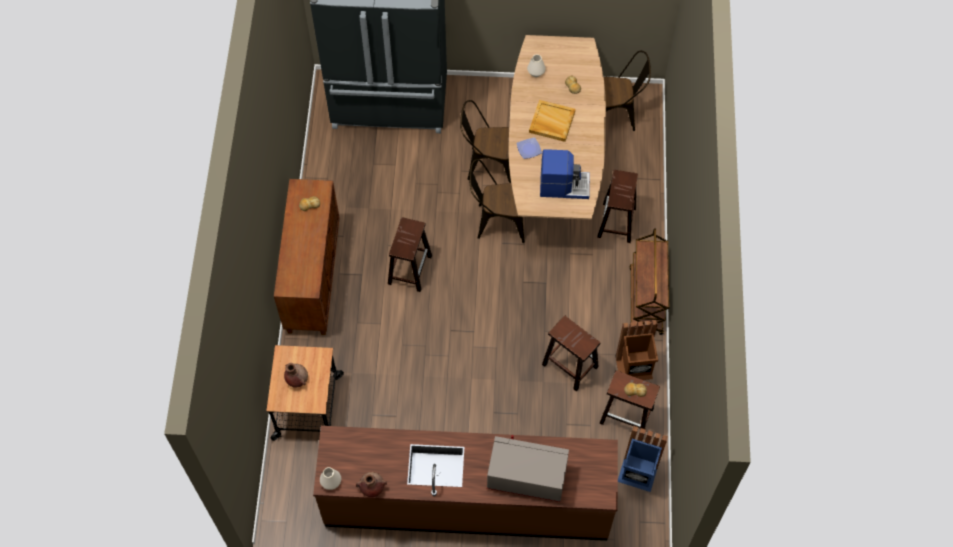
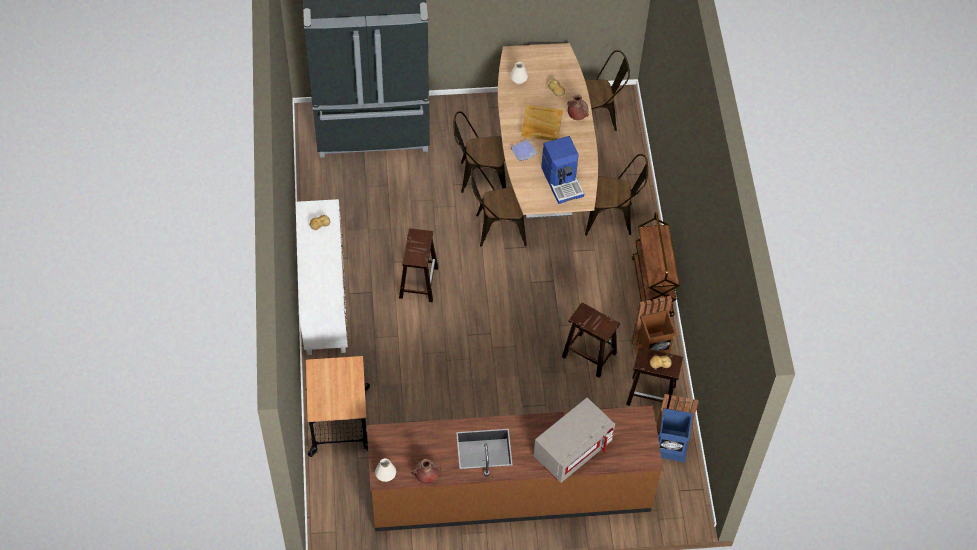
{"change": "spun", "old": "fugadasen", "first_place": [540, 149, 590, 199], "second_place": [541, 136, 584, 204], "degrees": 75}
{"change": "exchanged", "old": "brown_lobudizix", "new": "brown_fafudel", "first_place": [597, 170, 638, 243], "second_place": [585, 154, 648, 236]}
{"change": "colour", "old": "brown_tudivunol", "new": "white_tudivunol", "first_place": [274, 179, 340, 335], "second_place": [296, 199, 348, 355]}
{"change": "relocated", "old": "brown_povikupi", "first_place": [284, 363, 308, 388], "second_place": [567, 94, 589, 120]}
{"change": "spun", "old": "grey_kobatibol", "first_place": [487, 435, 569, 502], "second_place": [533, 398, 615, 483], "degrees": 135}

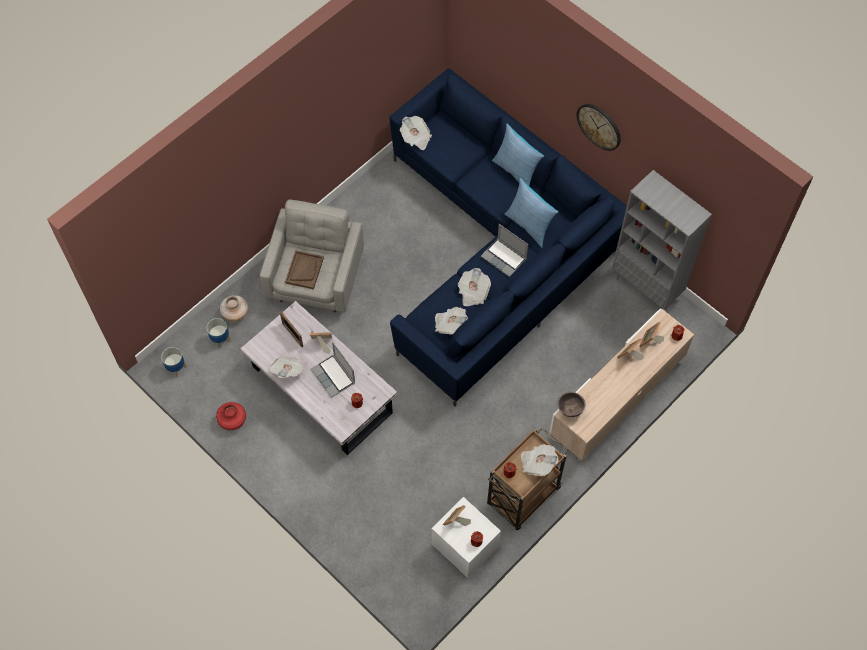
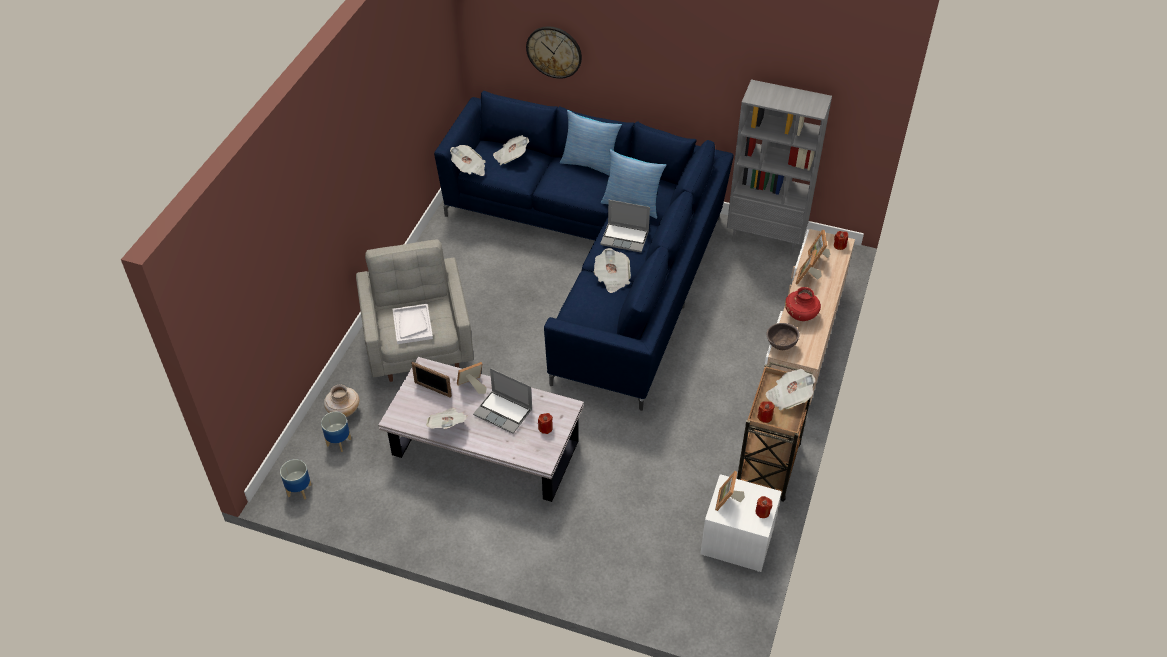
{"change": "relocated", "old": "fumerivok", "first_place": [577, 104, 621, 151], "second_place": [526, 26, 582, 79]}
{"change": "colour", "old": "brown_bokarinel", "new": "white_bokarinel", "first_place": [285, 250, 324, 289], "second_place": [393, 304, 433, 344]}
{"change": "relocated", "old": "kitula", "first_place": [435, 307, 468, 335], "second_place": [493, 135, 529, 165]}
{"change": "relocated", "old": "red_povikupi", "first_place": [216, 402, 246, 430], "second_place": [785, 287, 821, 321]}

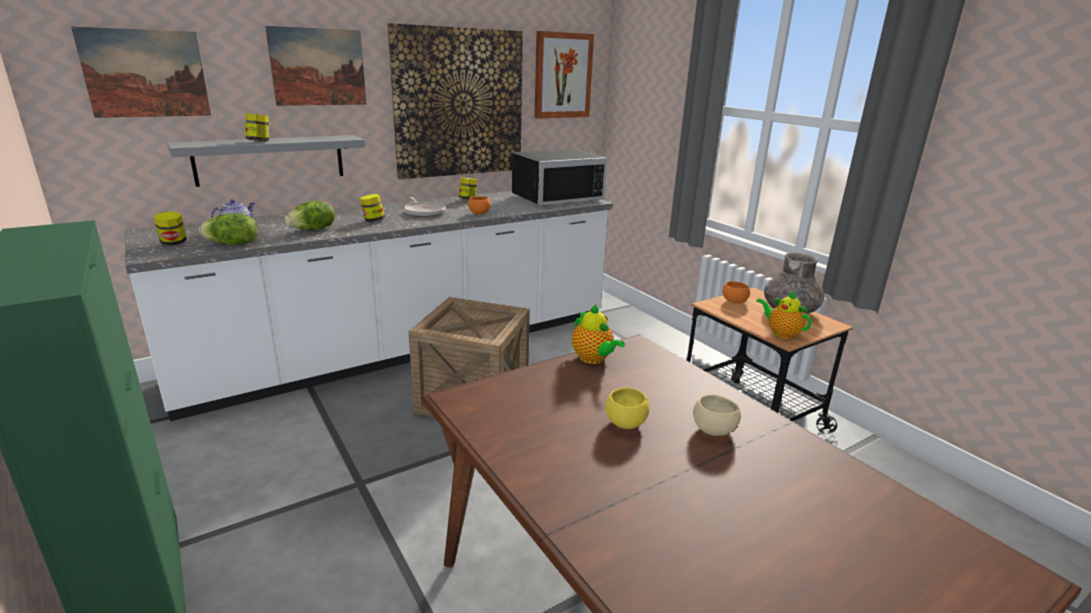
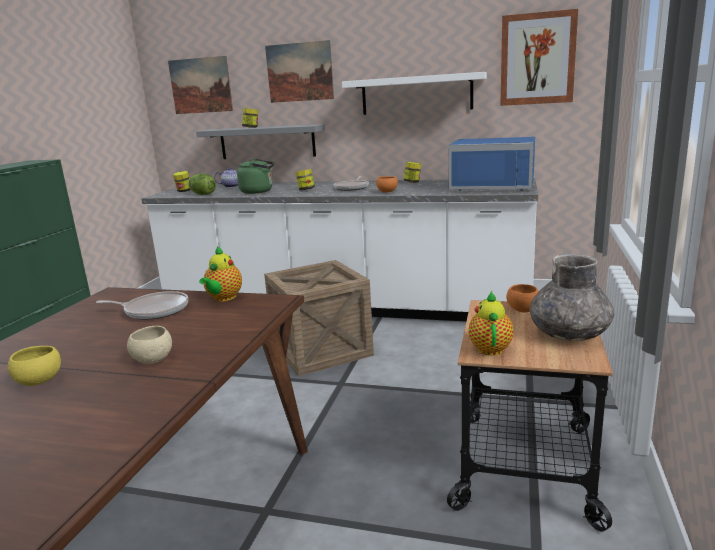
{"change": "exchanged", "old": "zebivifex", "new": "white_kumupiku", "first_place": [387, 23, 523, 179], "second_place": [342, 72, 487, 115]}
{"change": "colour", "old": "black_kobatibol", "new": "blue_kobatibol", "first_place": [512, 149, 607, 206], "second_place": [448, 137, 535, 191]}
{"change": "exchanged", "old": "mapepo", "new": "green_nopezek", "first_place": [285, 201, 335, 230], "second_place": [237, 159, 274, 194]}
{"change": "relocated", "old": "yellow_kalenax", "first_place": [605, 388, 649, 429], "second_place": [8, 346, 61, 386]}
{"change": "appeared", "new": "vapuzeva", "second_place": [96, 291, 189, 320]}

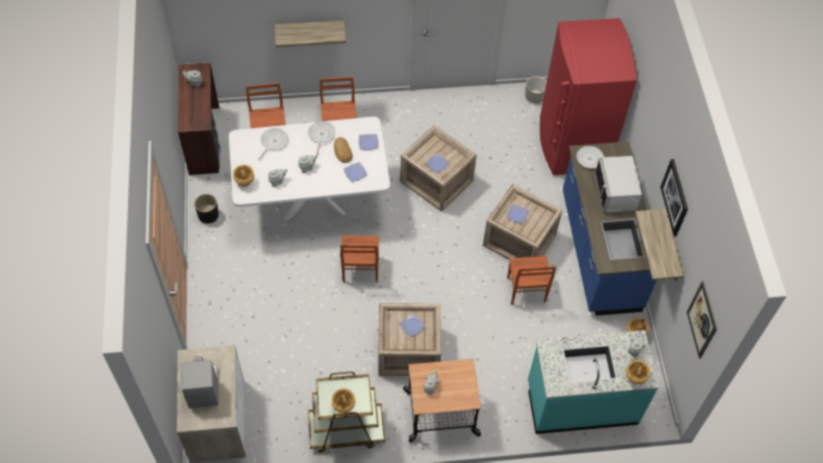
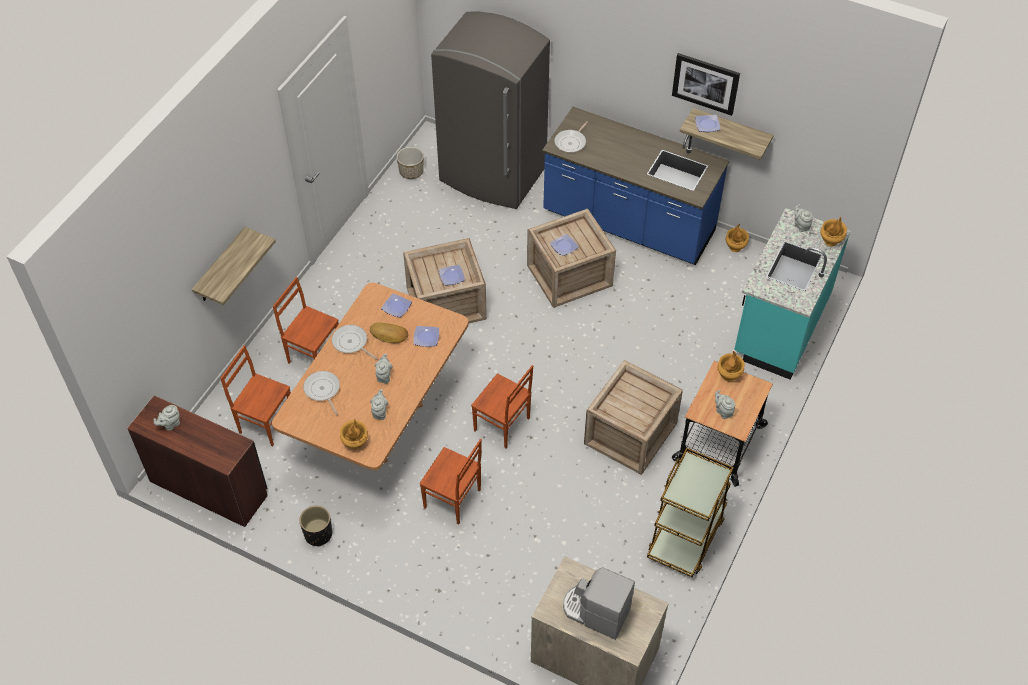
{"change": "colour", "old": "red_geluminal", "new": "grey_geluminal", "first_place": [540, 18, 637, 175], "second_place": [431, 11, 550, 209]}
{"change": "colour", "old": "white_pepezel", "new": "brown_pepezel", "first_place": [229, 117, 390, 221], "second_place": [272, 283, 469, 470]}
{"change": "missing", "old": "grey_kobatibol", "first_place": [595, 156, 642, 213]}
{"change": "relocated", "old": "brown_fafudel", "first_place": [507, 256, 556, 305], "second_place": [419, 439, 482, 524]}
{"change": "missing", "old": "zebivifex", "first_place": [687, 281, 717, 359]}
{"change": "relocated", "old": "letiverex", "first_place": [399, 313, 426, 337], "second_place": [695, 115, 720, 132]}
{"change": "relocated", "old": "brown_povikupi", "first_place": [332, 388, 355, 413], "second_place": [718, 351, 745, 381]}

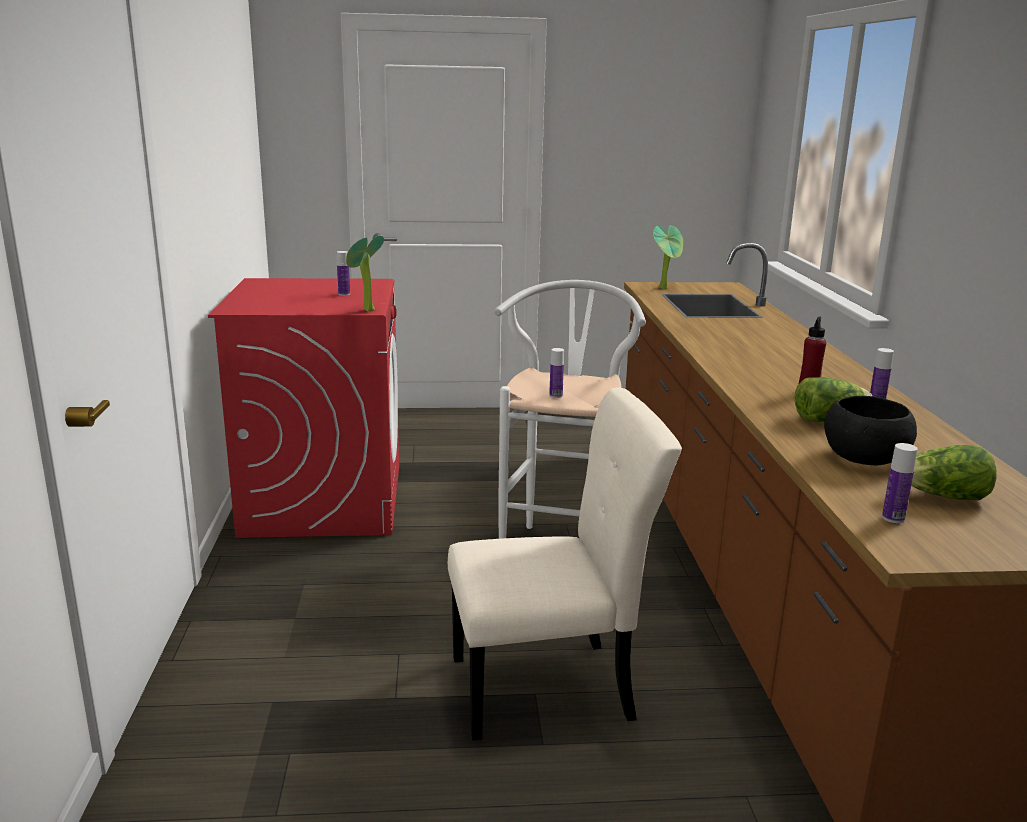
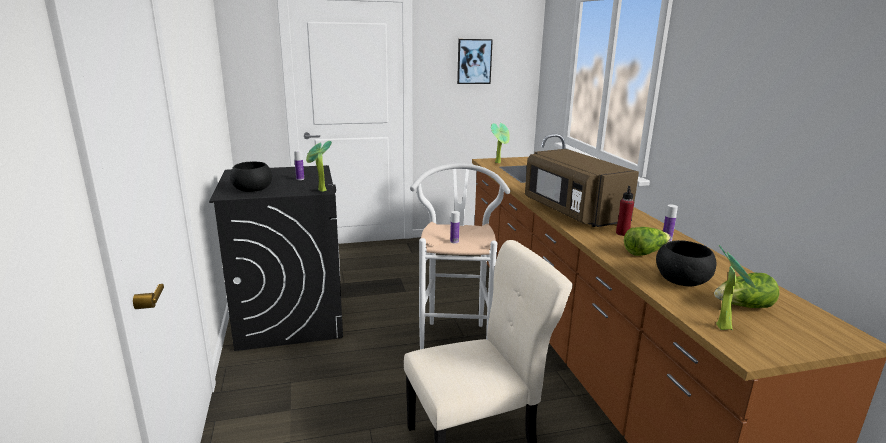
{"change": "colour", "old": "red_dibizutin", "new": "black_dibizutin", "first_place": [208, 278, 399, 538], "second_place": [209, 165, 343, 351]}
{"change": "exchanged", "old": "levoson", "new": "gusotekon", "first_place": [882, 443, 918, 523], "second_place": [716, 245, 756, 330]}
{"change": "appeared", "new": "zebivifex", "second_place": [457, 39, 493, 84]}
{"change": "appeared", "new": "brown_kobatibol", "second_place": [525, 149, 639, 227]}
{"change": "appeared", "new": "black_kalenax", "second_place": [231, 161, 272, 192]}

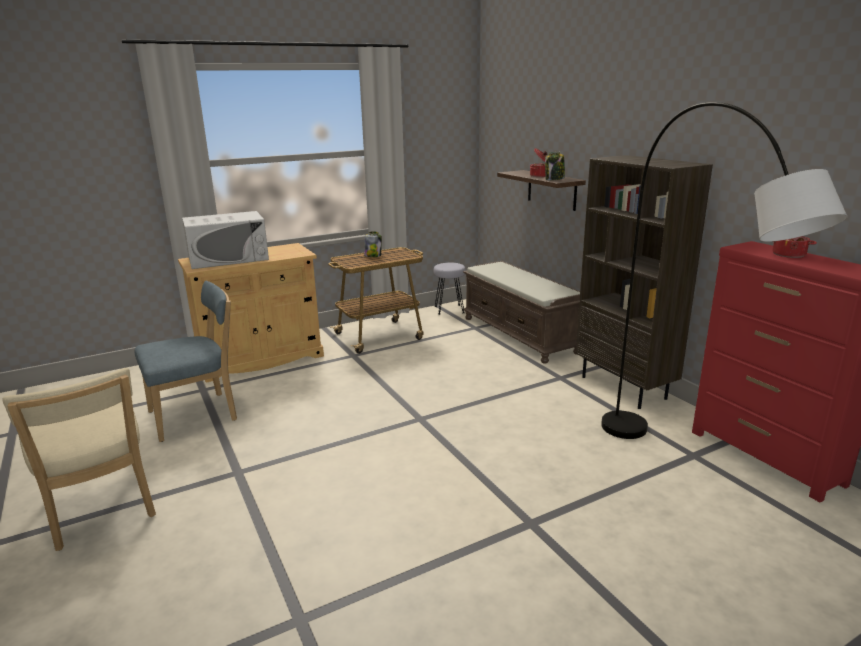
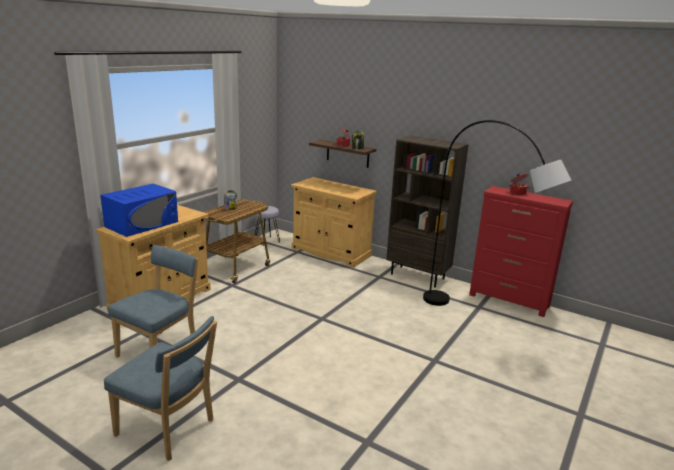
{"change": "colour", "old": "white_kobatibol", "new": "blue_kobatibol", "first_place": [182, 211, 269, 269], "second_place": [100, 184, 178, 237]}
{"change": "exchanged", "old": "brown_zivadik", "new": "beige_tudivunol", "first_place": [463, 261, 580, 364], "second_place": [291, 177, 377, 268]}
{"change": "colour", "old": "beige_fafudel", "new": "blue_fafudel", "first_place": [3, 368, 156, 551], "second_place": [104, 316, 217, 461]}

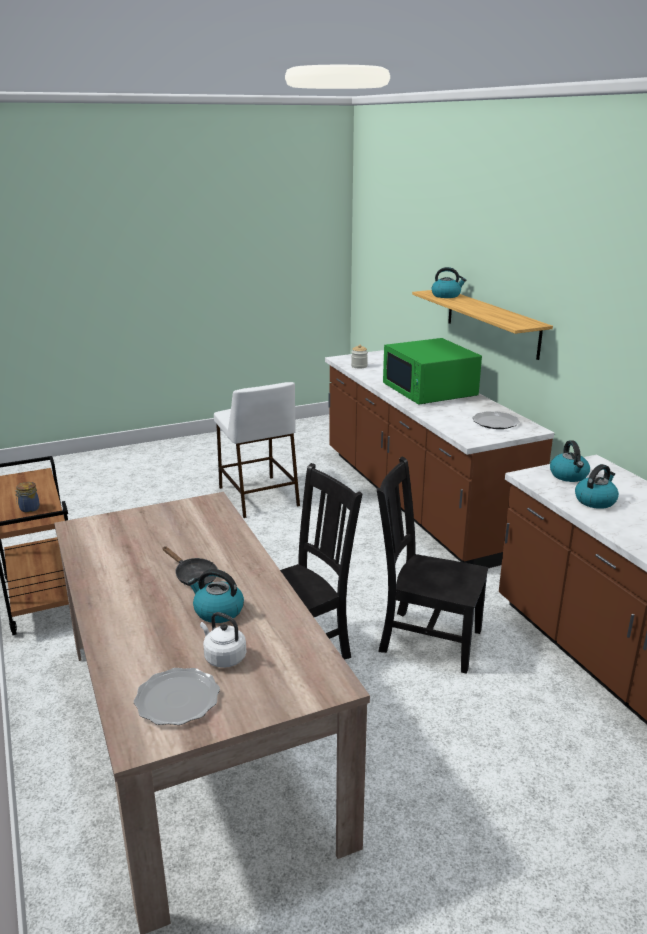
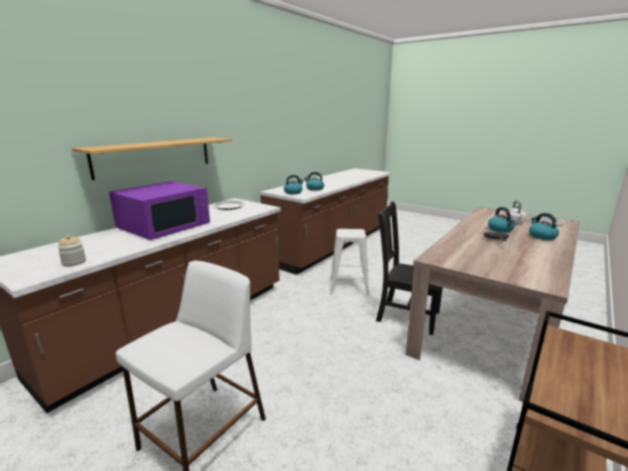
{"change": "relocated", "old": "nopezek", "first_place": [432, 267, 466, 298], "second_place": [529, 213, 559, 240]}
{"change": "colour", "old": "green_kobatibol", "new": "purple_kobatibol", "first_place": [383, 338, 482, 405], "second_place": [109, 181, 210, 240]}
{"change": "exchanged", "old": "black_fafudel", "new": "white_lobudizix", "first_place": [377, 456, 488, 674], "second_place": [330, 229, 369, 295]}
{"change": "missing", "old": "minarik", "first_place": [15, 482, 40, 512]}

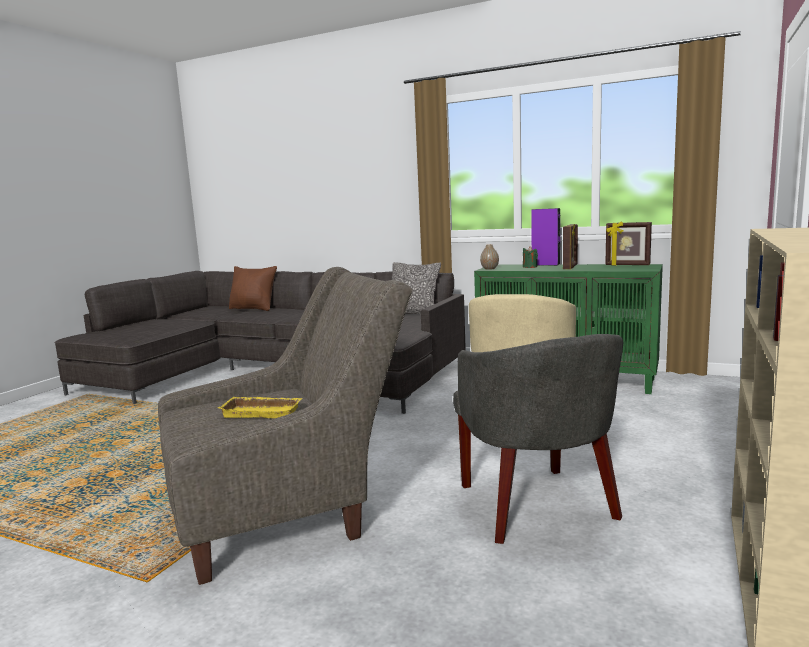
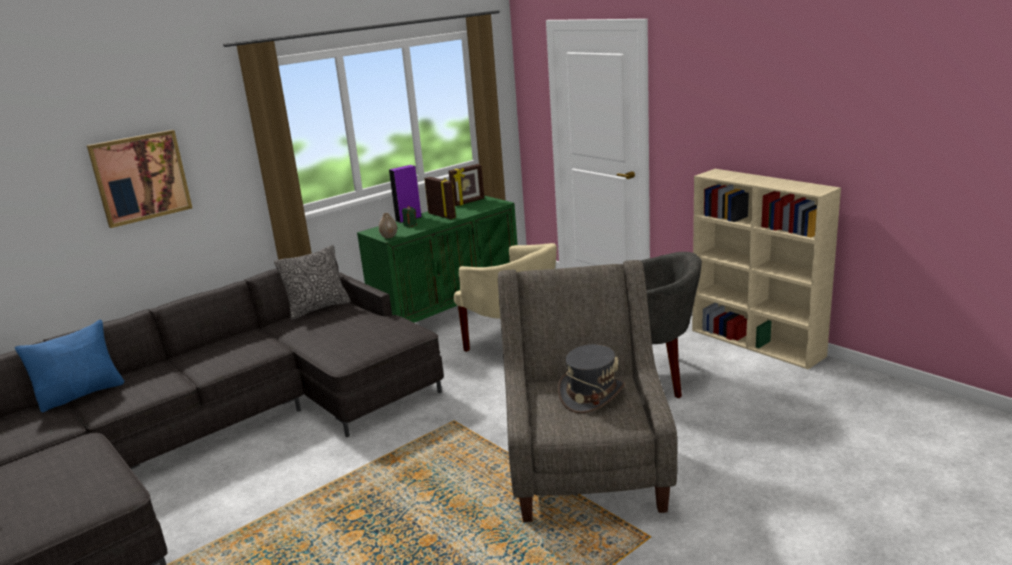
{"change": "colour", "old": "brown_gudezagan", "new": "blue_gudezagan", "first_place": [229, 266, 277, 311], "second_place": [15, 320, 124, 412]}
{"change": "exchanged", "old": "yellow_bokarinel", "new": "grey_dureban", "first_place": [218, 397, 303, 418], "second_place": [558, 344, 625, 413]}
{"change": "appeared", "new": "zebivifex", "second_place": [87, 130, 192, 228]}

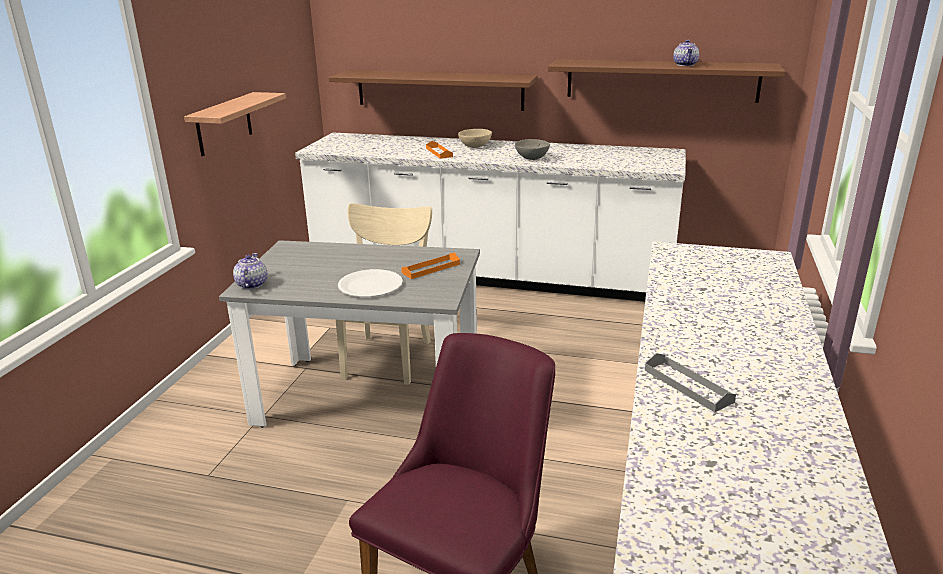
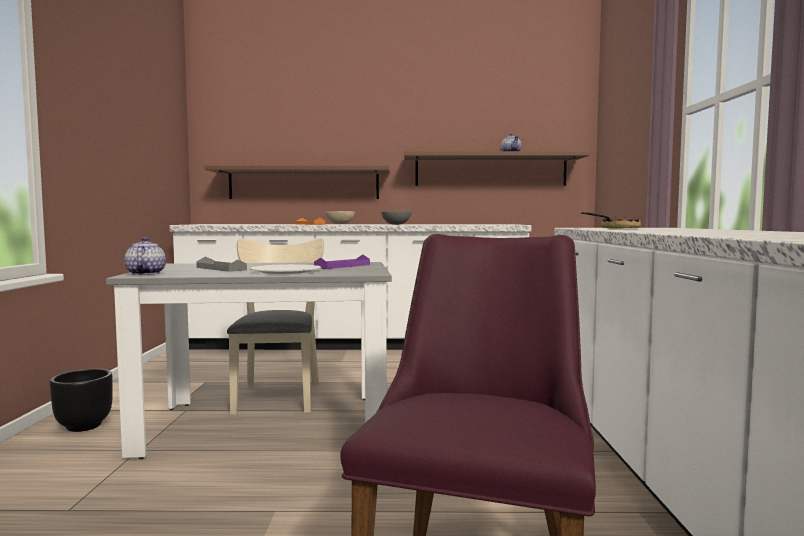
{"change": "missing", "old": "kumupiku", "first_place": [184, 92, 286, 156]}
{"change": "colour", "old": "orange_bokarinel", "new": "purple_bokarinel", "first_place": [401, 253, 460, 279], "second_place": [314, 255, 370, 269]}
{"change": "relocated", "old": "grey_bokarinel", "first_place": [645, 353, 736, 412], "second_place": [196, 256, 247, 272]}
{"change": "appeared", "new": "vapuzeva", "second_place": [581, 212, 642, 229]}
{"change": "appeared", "new": "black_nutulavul", "second_place": [50, 369, 113, 432]}

